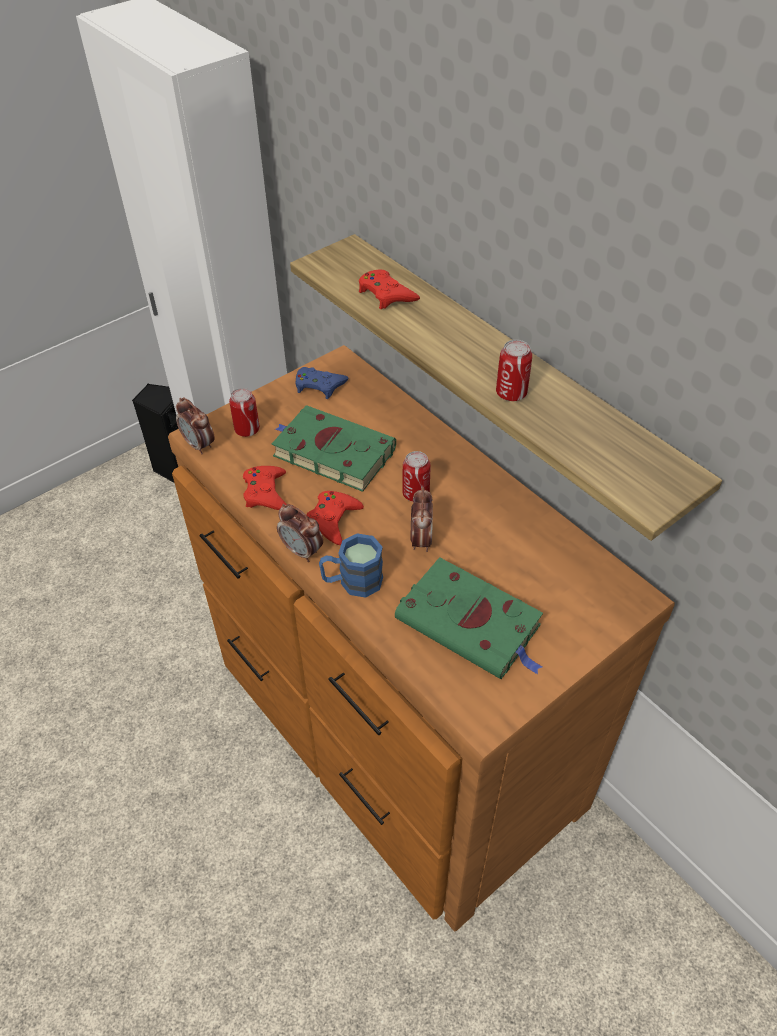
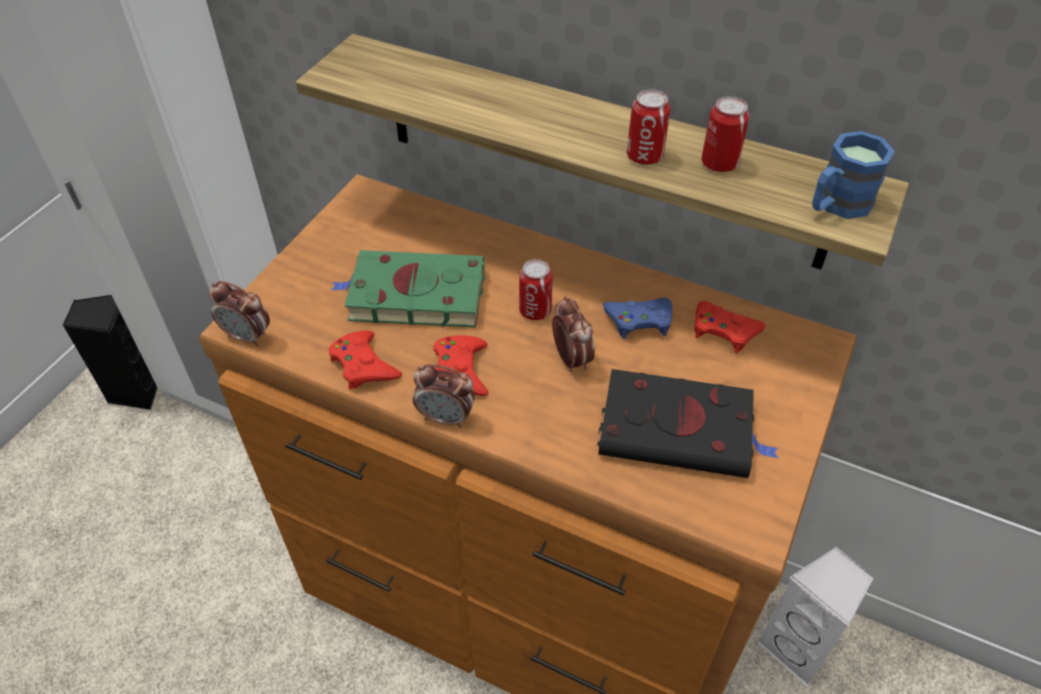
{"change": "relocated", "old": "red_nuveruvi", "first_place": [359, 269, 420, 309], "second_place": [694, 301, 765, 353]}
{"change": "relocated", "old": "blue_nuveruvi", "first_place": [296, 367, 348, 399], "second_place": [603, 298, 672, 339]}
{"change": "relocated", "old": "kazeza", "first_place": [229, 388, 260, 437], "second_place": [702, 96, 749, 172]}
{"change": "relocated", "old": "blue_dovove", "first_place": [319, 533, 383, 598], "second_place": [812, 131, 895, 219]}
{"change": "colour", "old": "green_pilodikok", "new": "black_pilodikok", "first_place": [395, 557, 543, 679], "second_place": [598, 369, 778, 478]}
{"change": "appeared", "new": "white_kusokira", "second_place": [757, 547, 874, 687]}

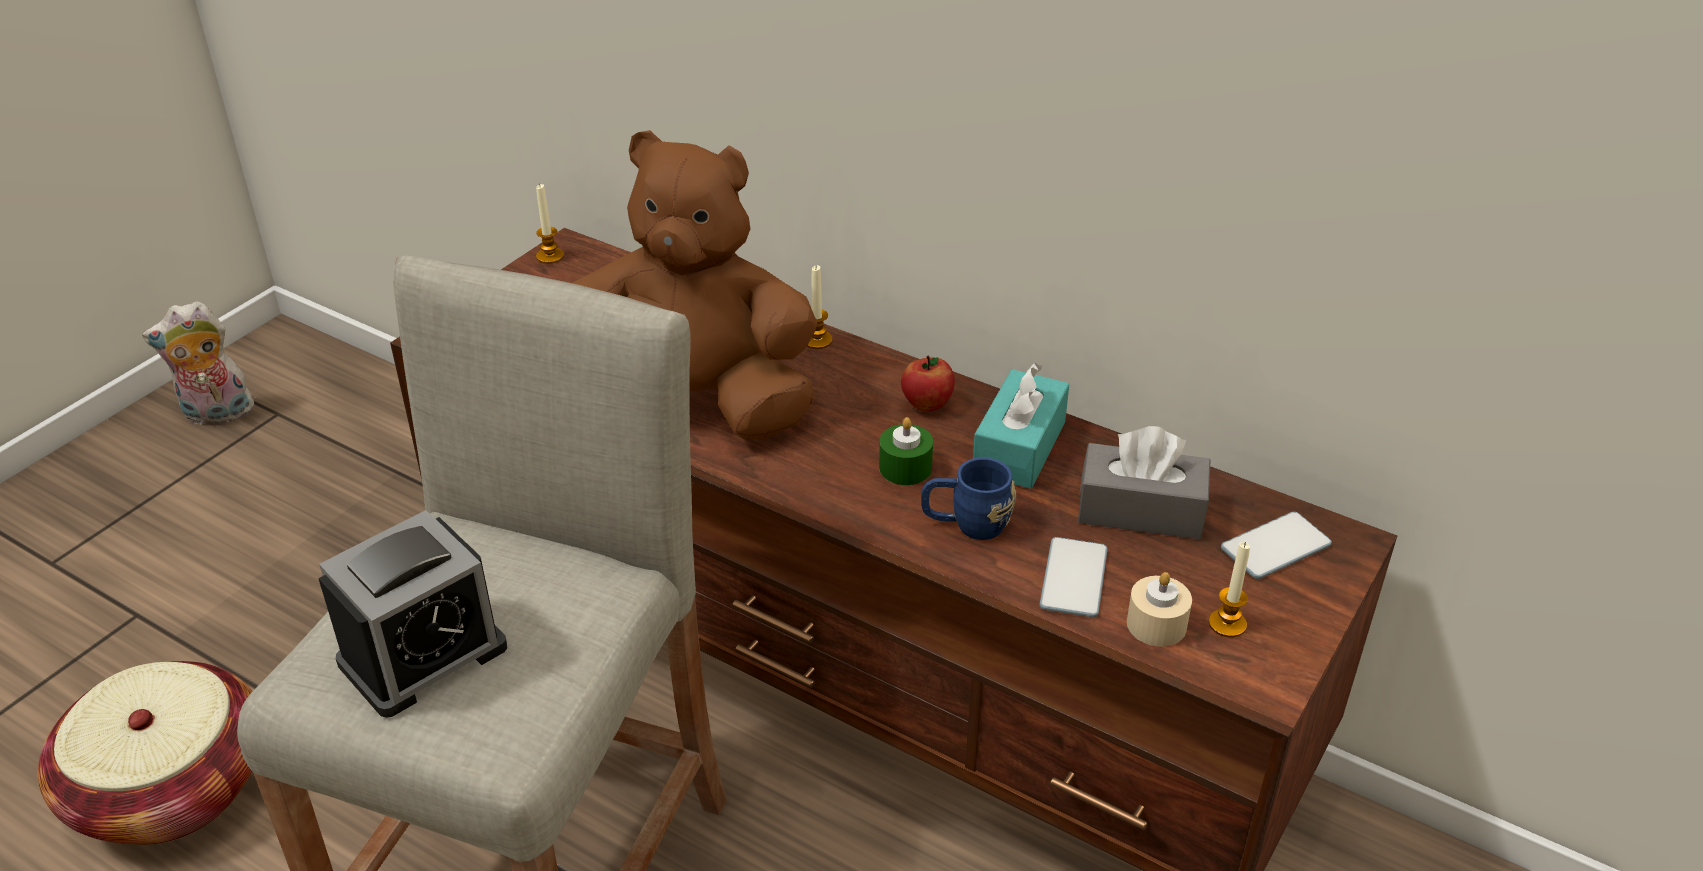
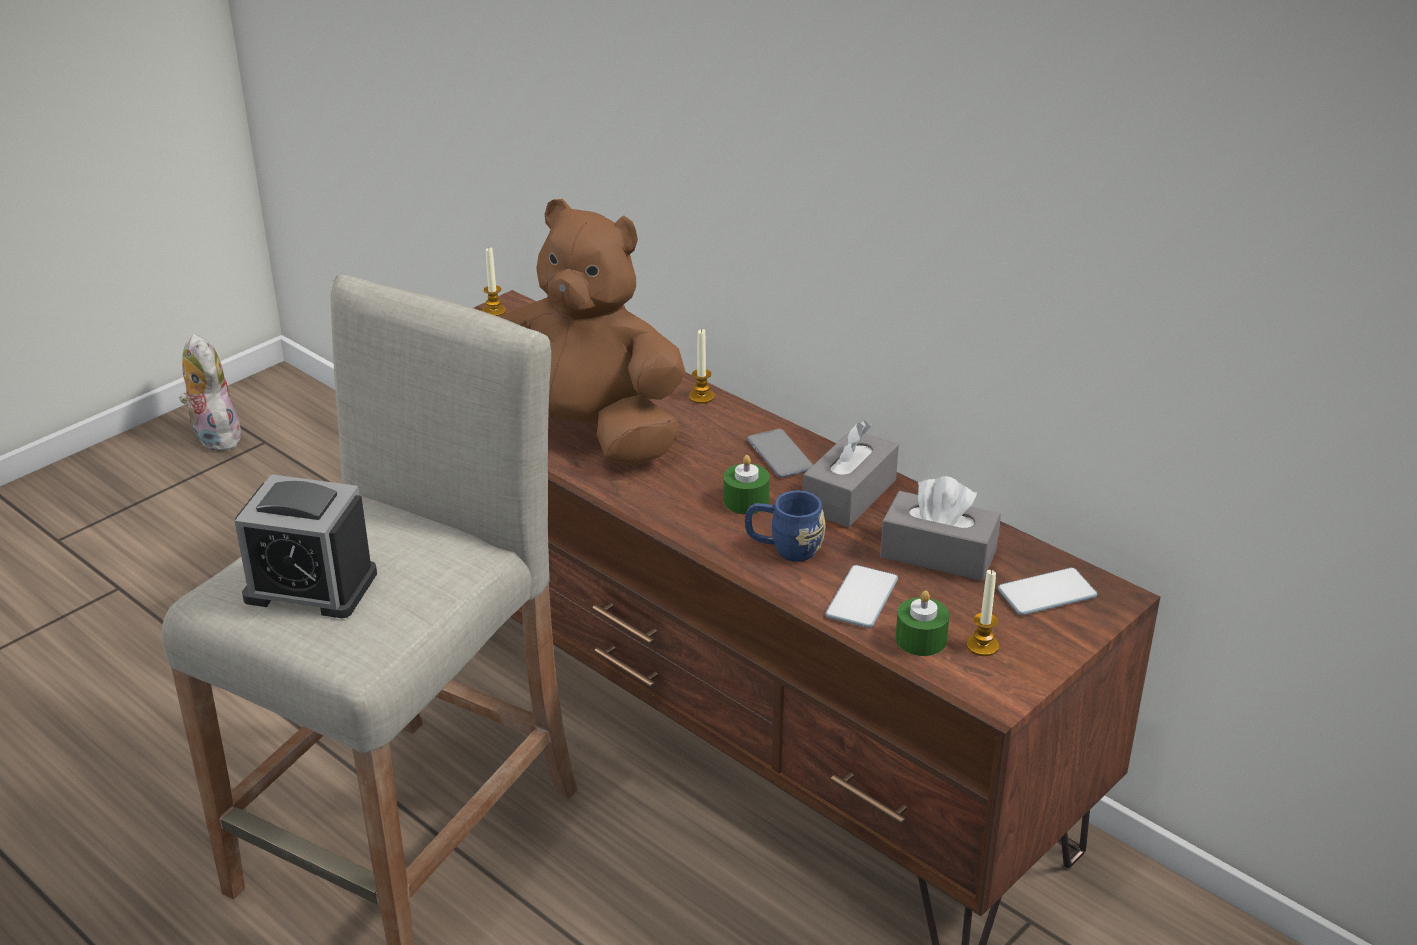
{"change": "spun", "old": "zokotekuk", "first_place": [142, 301, 256, 425], "second_place": [179, 334, 241, 451], "degrees": 60}
{"change": "exchanged", "old": "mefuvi", "new": "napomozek", "first_place": [901, 355, 955, 412], "second_place": [748, 429, 813, 478]}
{"change": "colour", "old": "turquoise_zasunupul", "new": "grey_zasunupul", "first_place": [973, 363, 1069, 489], "second_place": [803, 420, 899, 528]}
{"change": "spun", "old": "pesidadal", "first_place": [318, 510, 507, 718], "second_place": [235, 474, 377, 618], "degrees": 45}
{"change": "colour", "old": "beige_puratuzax", "new": "green_puratuzax", "first_place": [1127, 572, 1192, 647], "second_place": [895, 590, 950, 656]}
{"change": "missing", "old": "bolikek", "first_place": [38, 661, 253, 845]}

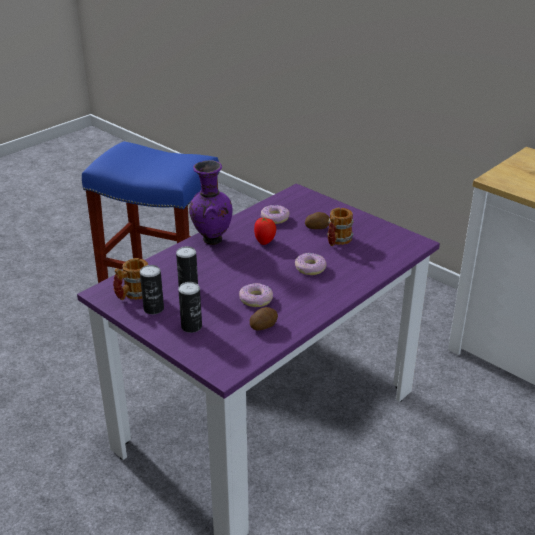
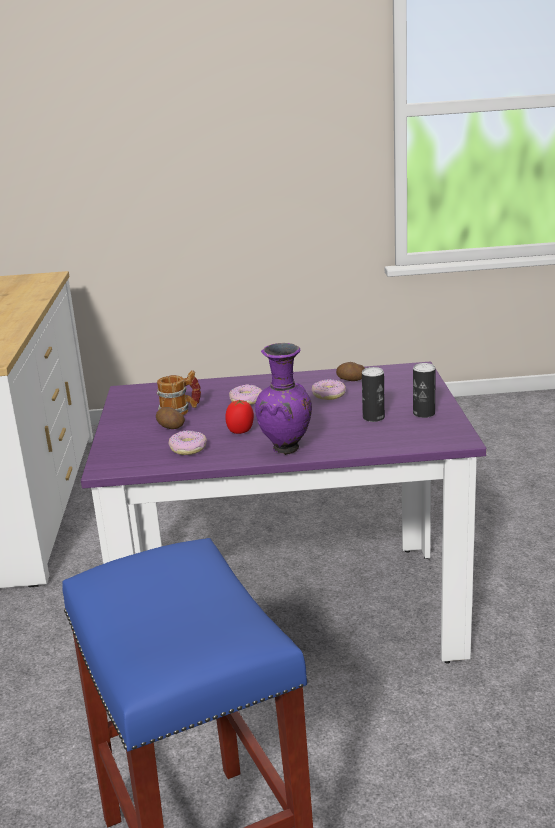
{"change": "missing", "old": "dovove", "first_place": [113, 258, 148, 300]}
{"change": "missing", "old": "kazeza", "first_place": [178, 282, 202, 333]}

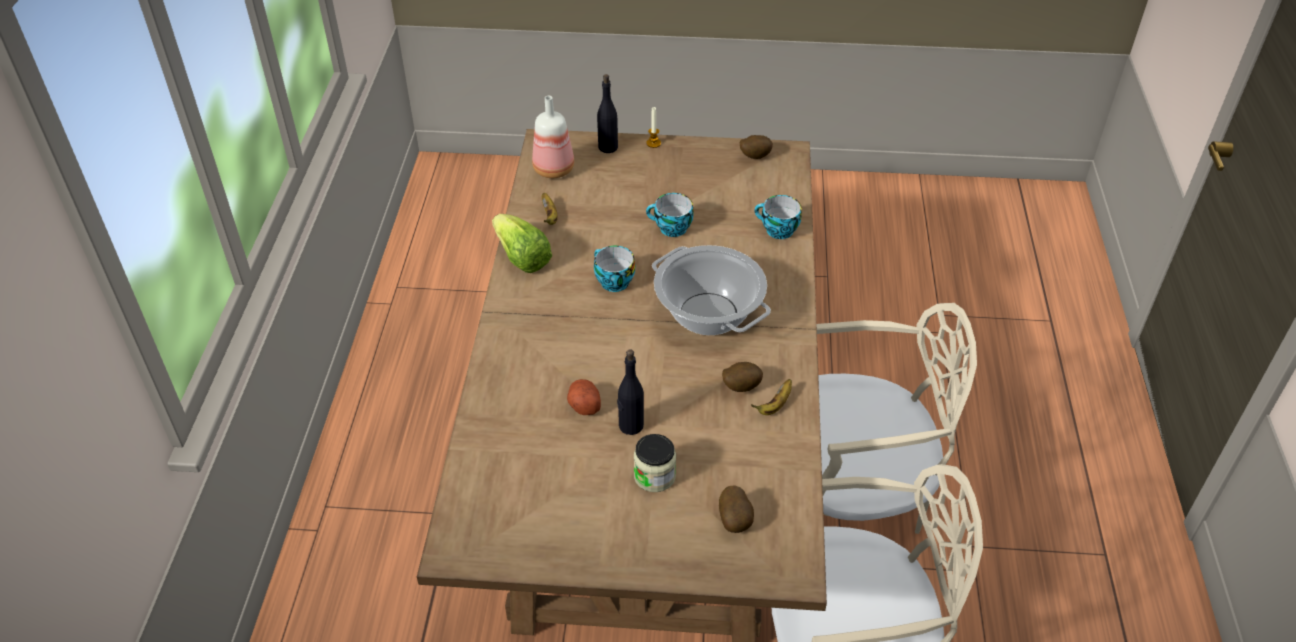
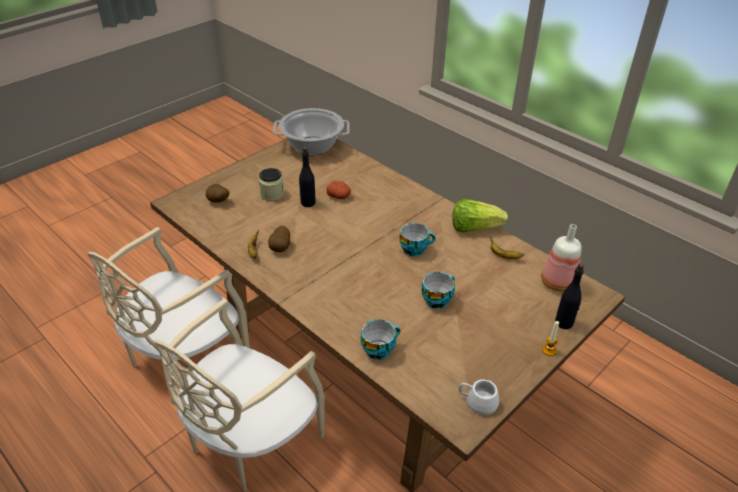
{"change": "exchanged", "old": "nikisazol", "new": "white_dovove", "first_place": [740, 135, 773, 159], "second_place": [459, 379, 499, 415]}
{"change": "relocated", "old": "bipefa", "first_place": [652, 245, 771, 335], "second_place": [273, 108, 350, 155]}

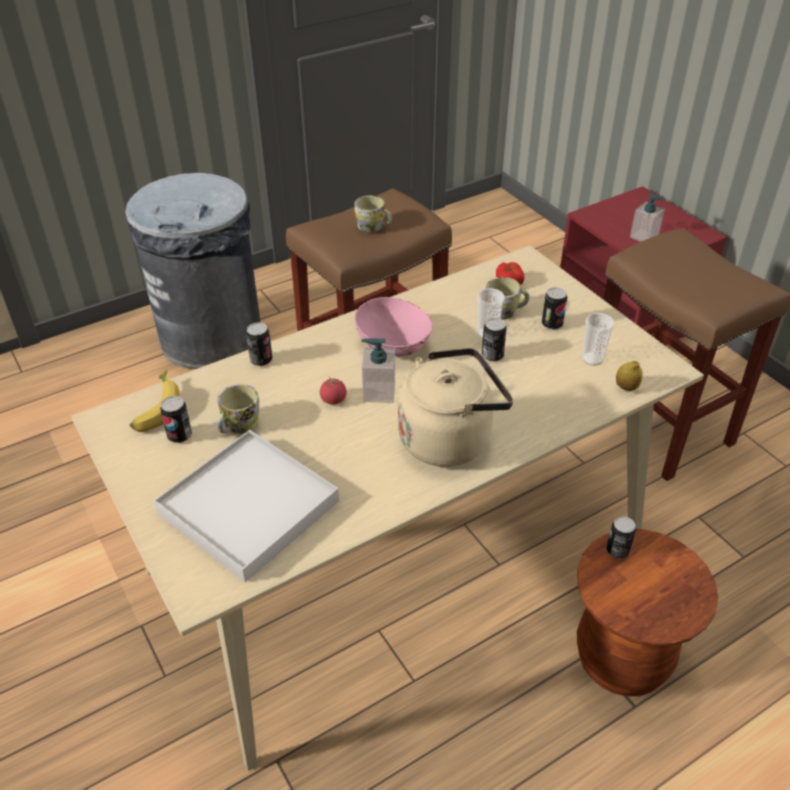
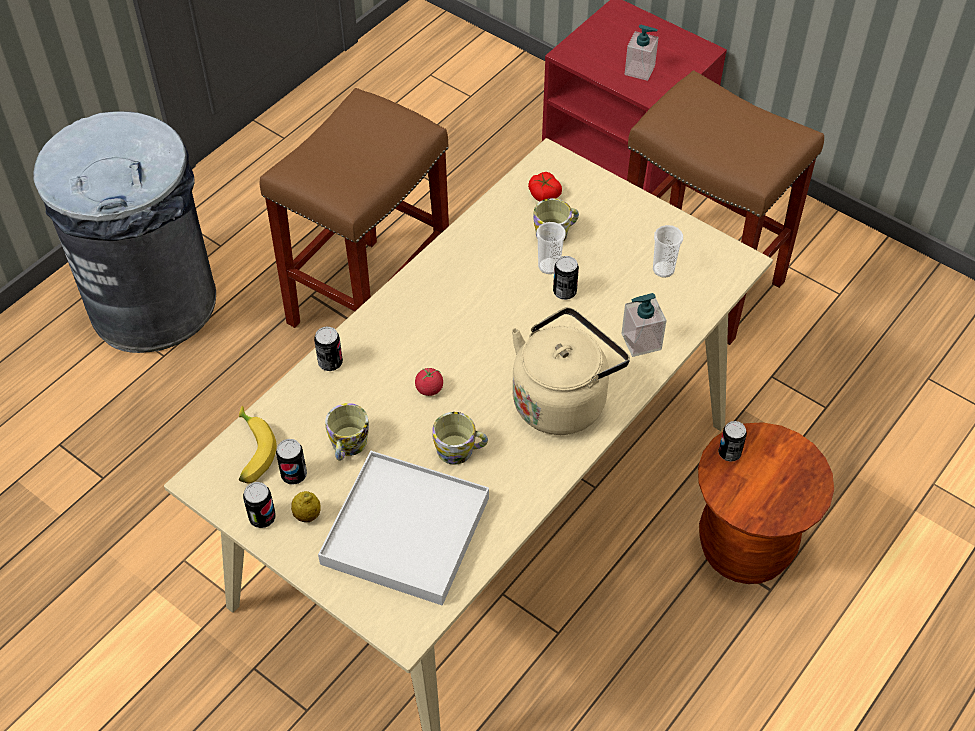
{"change": "relocated", "old": "dovove", "first_place": [354, 195, 392, 232], "second_place": [432, 412, 488, 465]}
{"change": "relocated", "old": "kazeza", "first_place": [542, 287, 567, 330], "second_place": [243, 482, 276, 528]}
{"change": "missing", "old": "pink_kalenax", "first_place": [355, 297, 433, 356]}
{"change": "relocated", "old": "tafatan", "first_place": [362, 338, 395, 403], "second_place": [621, 293, 667, 357]}
{"change": "relocated", "old": "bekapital", "first_place": [616, 361, 643, 391], "second_place": [291, 491, 321, 522]}

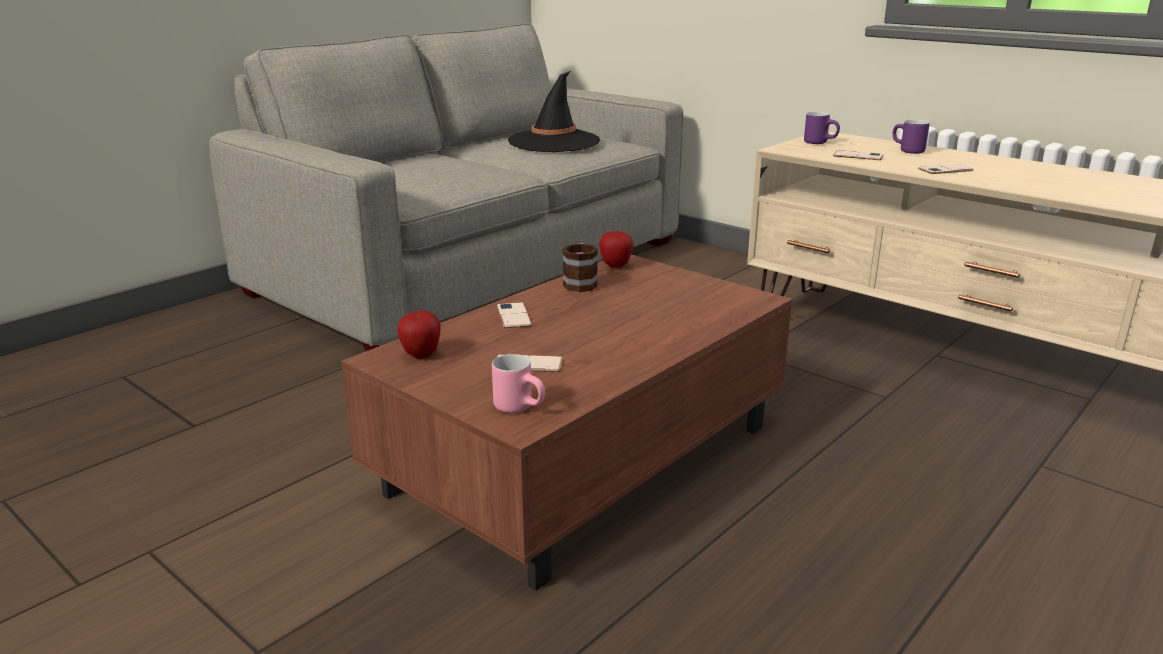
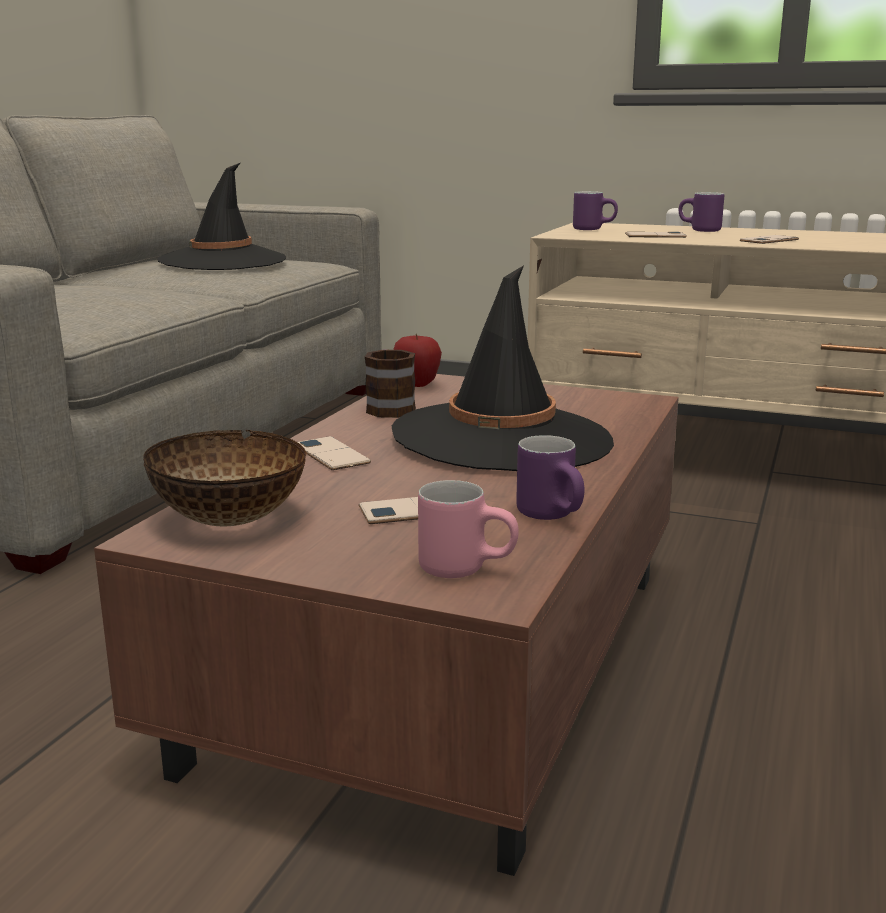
{"change": "exchanged", "old": "mefuvi", "new": "kalenax", "first_place": [397, 311, 441, 359], "second_place": [143, 430, 307, 526]}
{"change": "appeared", "new": "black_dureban", "second_place": [392, 265, 614, 471]}
{"change": "appeared", "new": "purple_dovove", "second_place": [516, 435, 584, 520]}

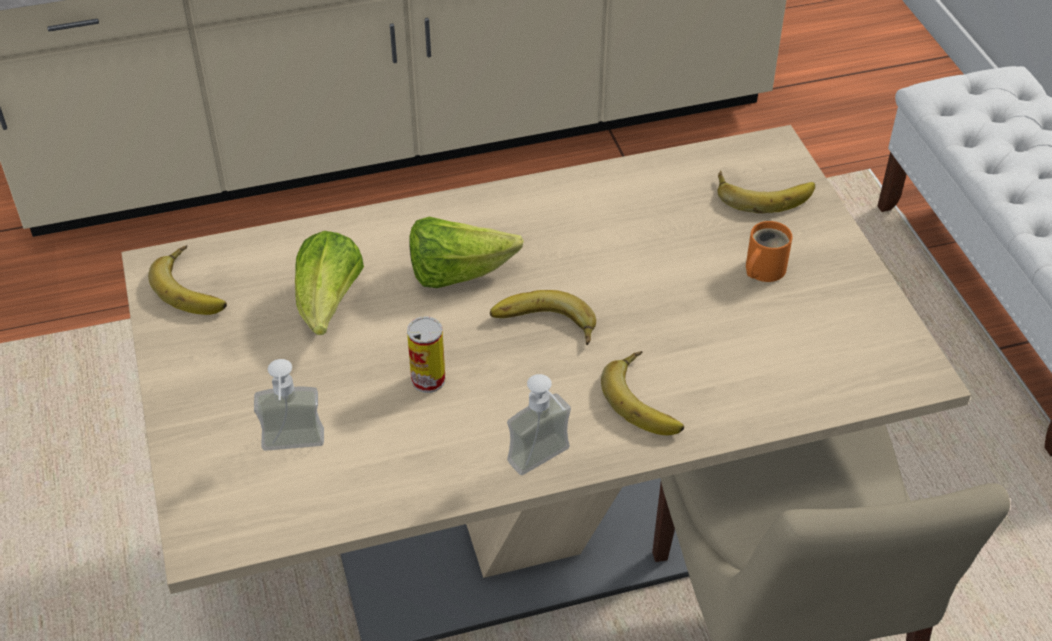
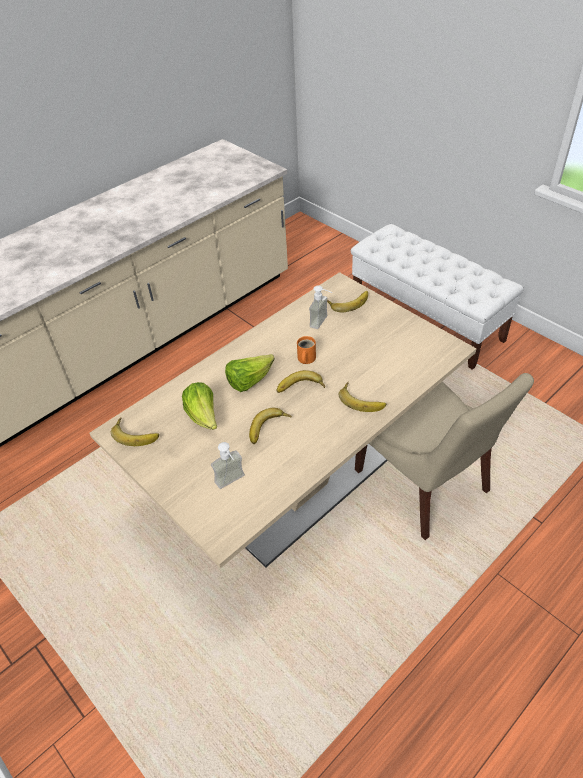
{"change": "relocated", "old": "orange_dovove", "first_place": [746, 221, 792, 282], "second_place": [297, 336, 316, 364]}
{"change": "exchanged", "old": "kazeza", "new": "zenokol", "first_place": [407, 316, 445, 393], "second_place": [249, 408, 292, 444]}
{"change": "relocated", "old": "tafatan", "first_place": [507, 374, 571, 475], "second_place": [309, 285, 333, 329]}

